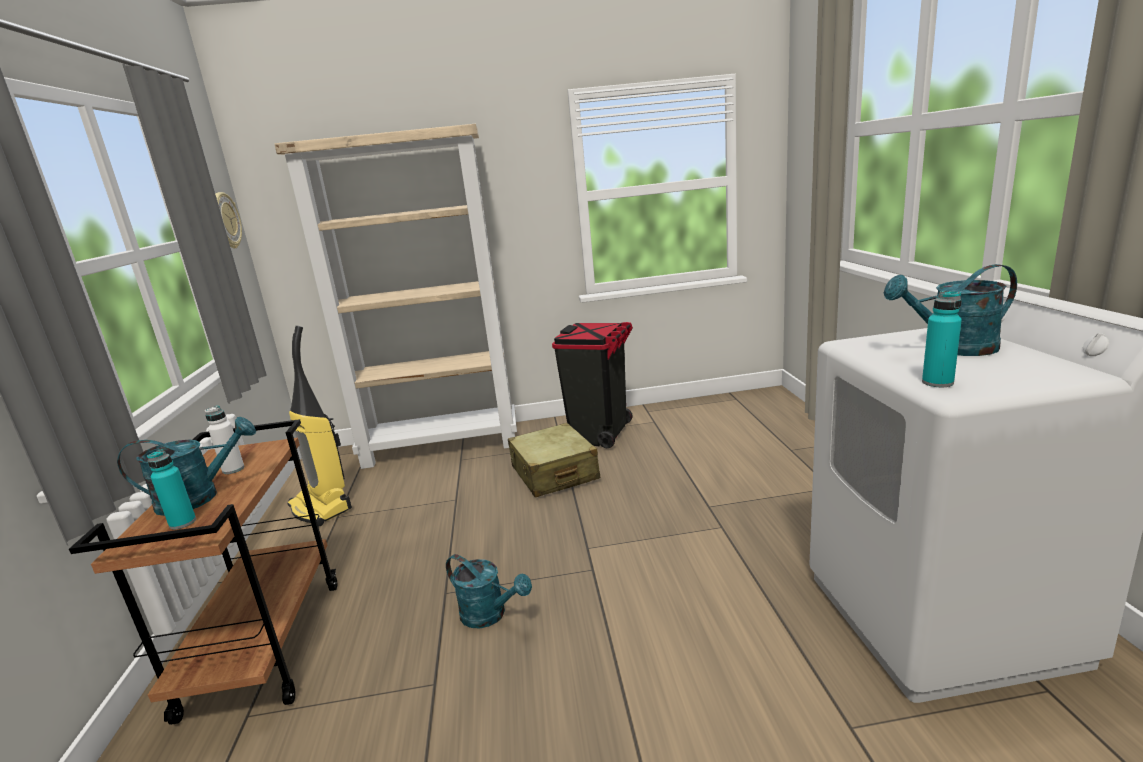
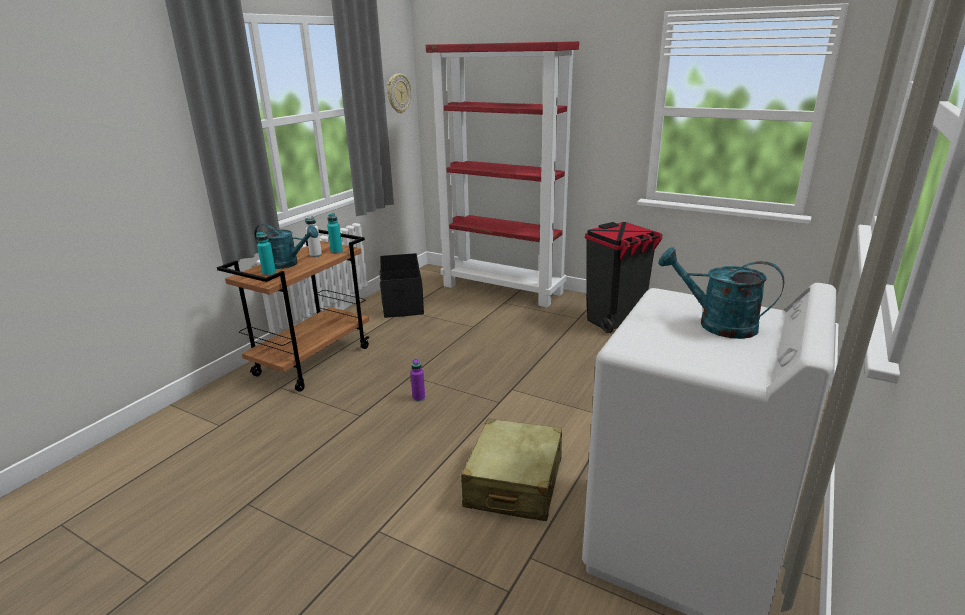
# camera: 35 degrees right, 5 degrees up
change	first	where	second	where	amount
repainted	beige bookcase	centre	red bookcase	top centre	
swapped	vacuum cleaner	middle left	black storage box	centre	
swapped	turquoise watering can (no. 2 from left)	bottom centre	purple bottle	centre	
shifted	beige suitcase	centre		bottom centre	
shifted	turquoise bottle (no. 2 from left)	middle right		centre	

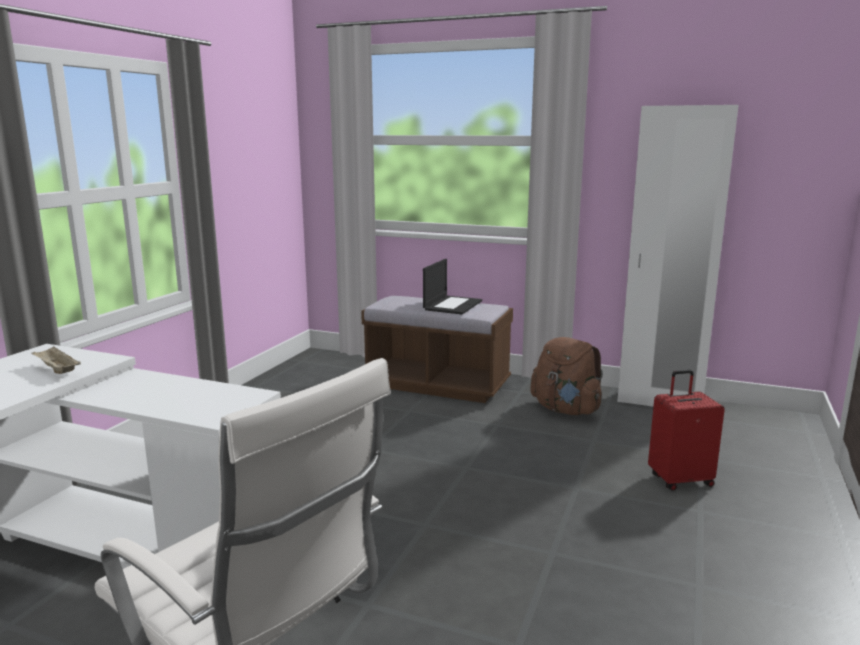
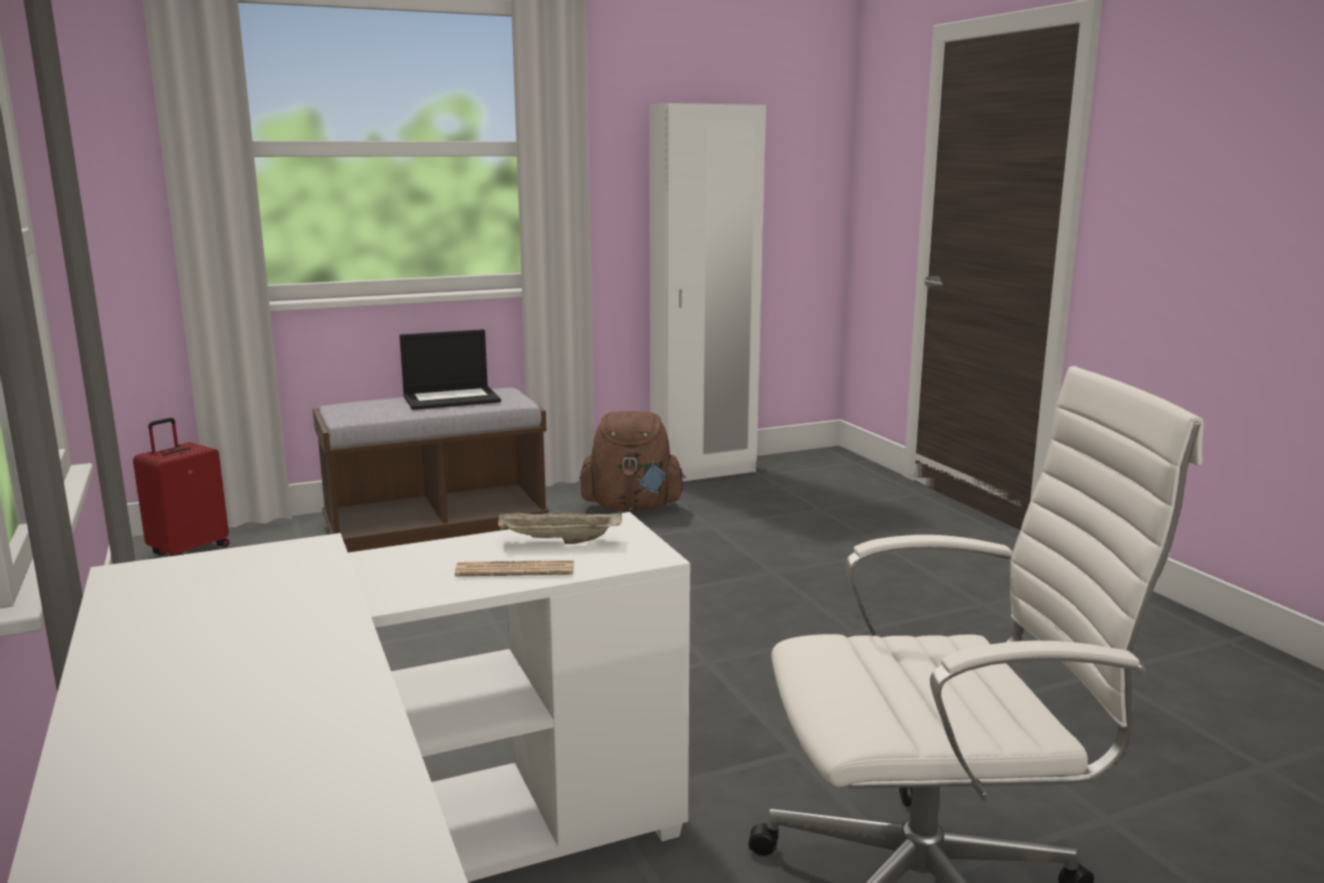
# camera: 45 degrees left, 0 degrees up
change	first	where	second	where	amount
shifted	beige tray	middle left		centre	
rotated	laptop	centre		centre	90 degrees clockwise
shifted	red suitcase	bottom right		middle left	
new			newspaper	centre	

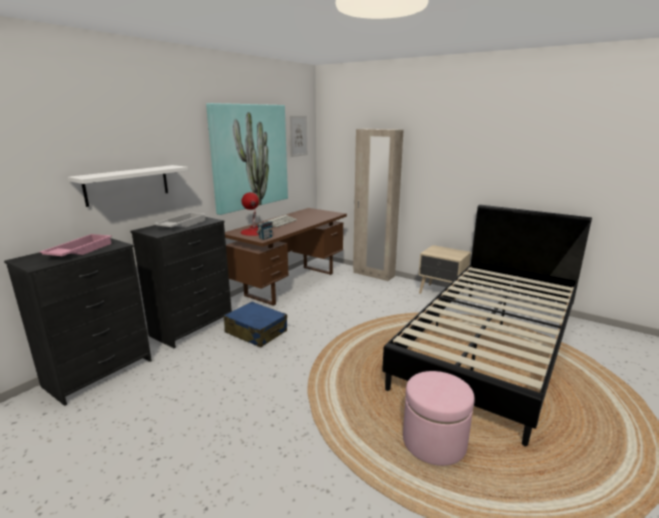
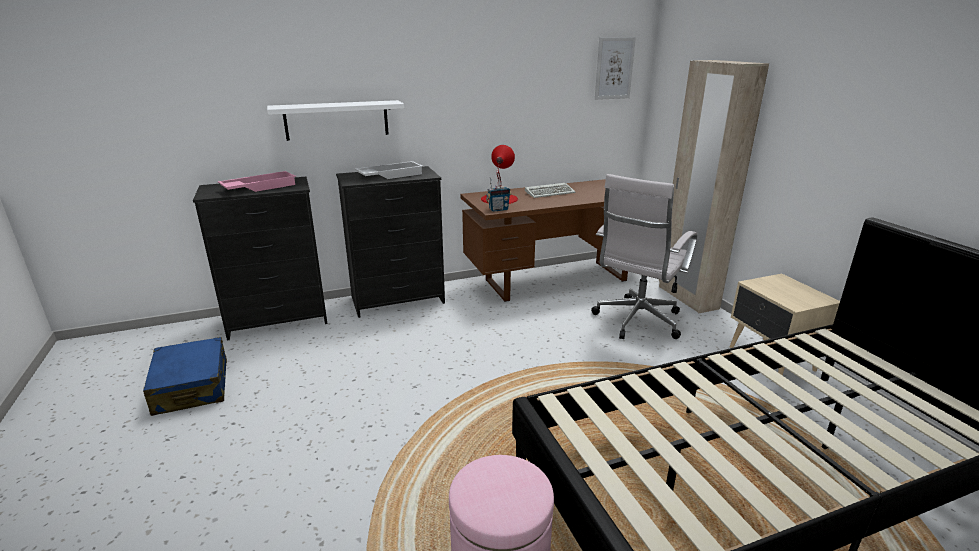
# camera: 35 degrees right, 5 degrees up
change	first	where	second	where	amount
gone	picture (no. 1 from left)	top centre			
shifted	blue suitcase	centre		bottom left	
new			white office chair	centre	

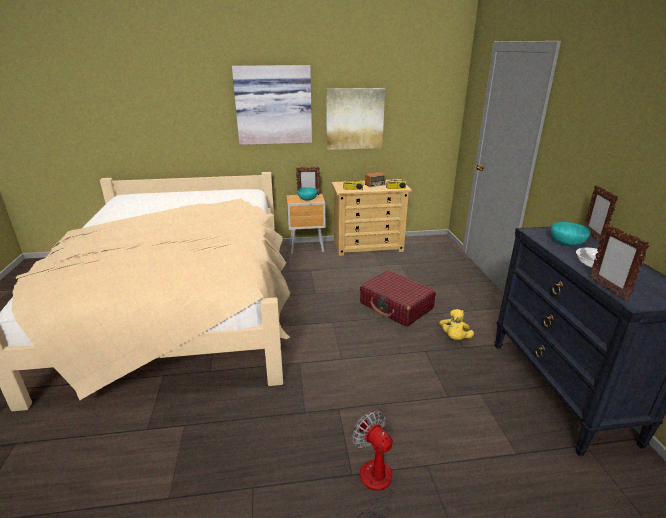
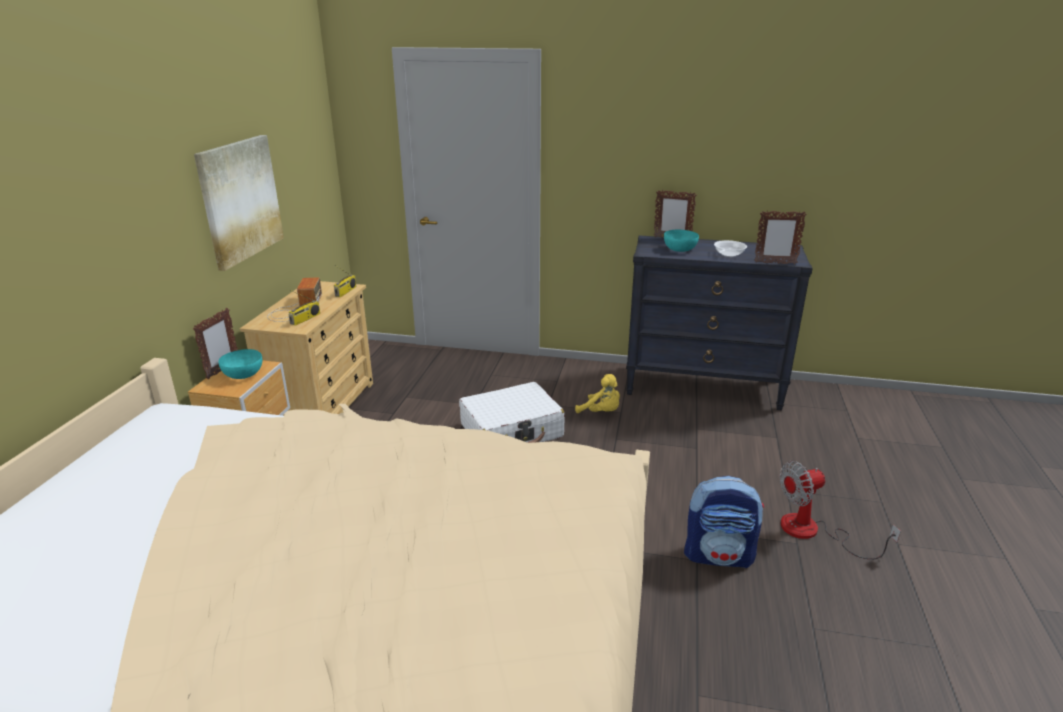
# camera: 70 degrees left, 0 degrees up
change	first	where	second	where	amount
gone	picture (no. 1 from left)	top centre			
repainted	red suitcase	centre	white suitcase	centre	
new			backpack	bottom right	

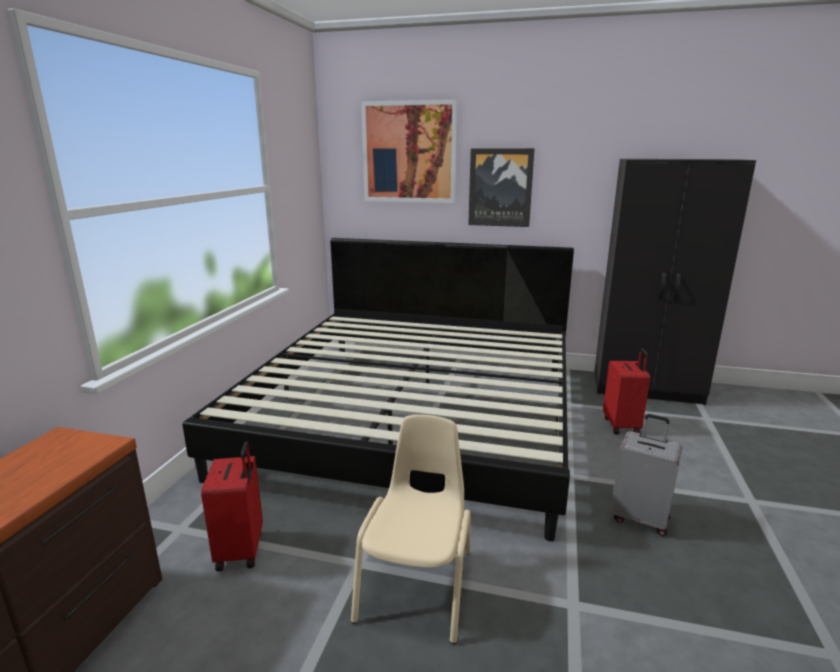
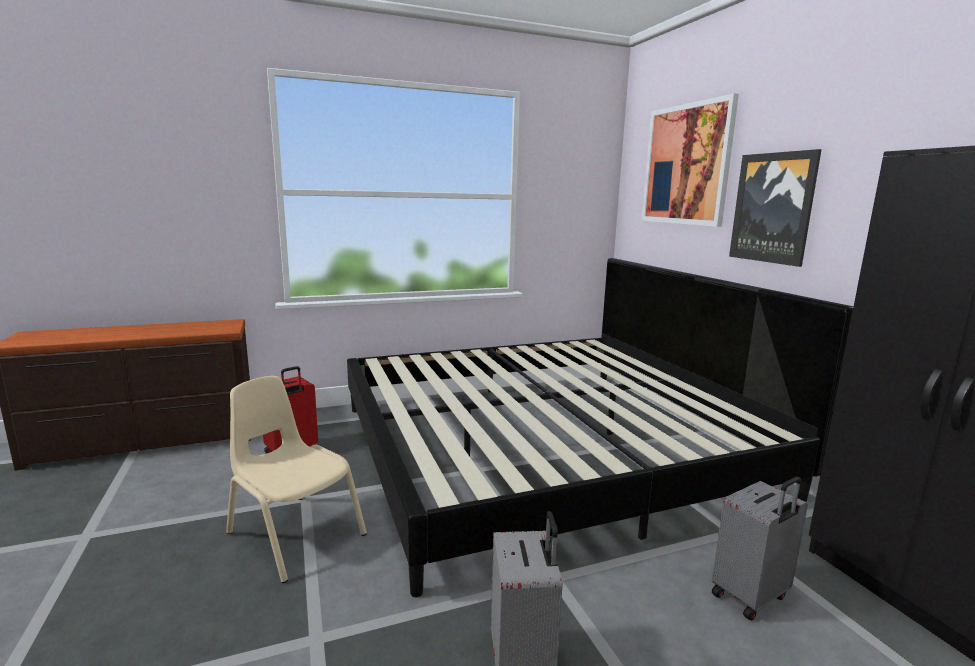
# camera: 55 degrees right, 5 degrees down
change	first	where	second	where	amount
rotated	beige chair	bottom centre		bottom left	120 degrees counterclockwise
repainted	red suitcase (no. 2 from left)	middle right	grey suitcase (no. 2 from left)	bottom right	

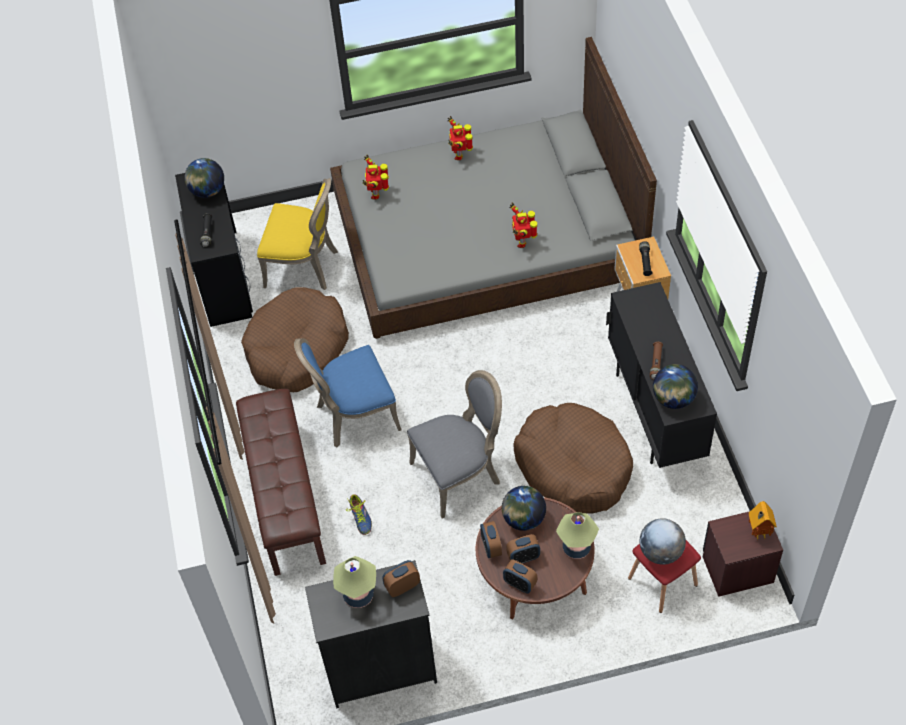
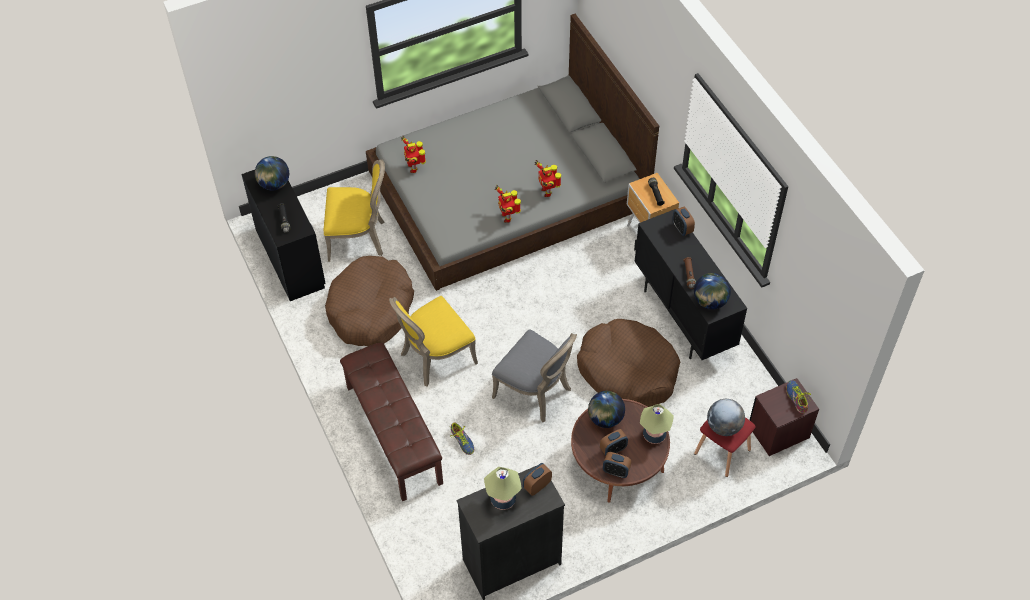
# camera: 15 degrees left, 0 degrees up
change	first	where	second	where	amount
repainted	blue chair	centre	yellow chair (no. 2 from left)	centre	
rotated	grey chair	centre		centre	75 degrees clockwise
shifted	toy robot (no. 2 from left)	top centre		centre	
shifted	alarm clock (no. 2 from left in the first image)	bottom centre	alarm clock (no. 4 from left)	centre	
swapped	toy house	bottom right	shoe (no. 2 from left)	middle right	

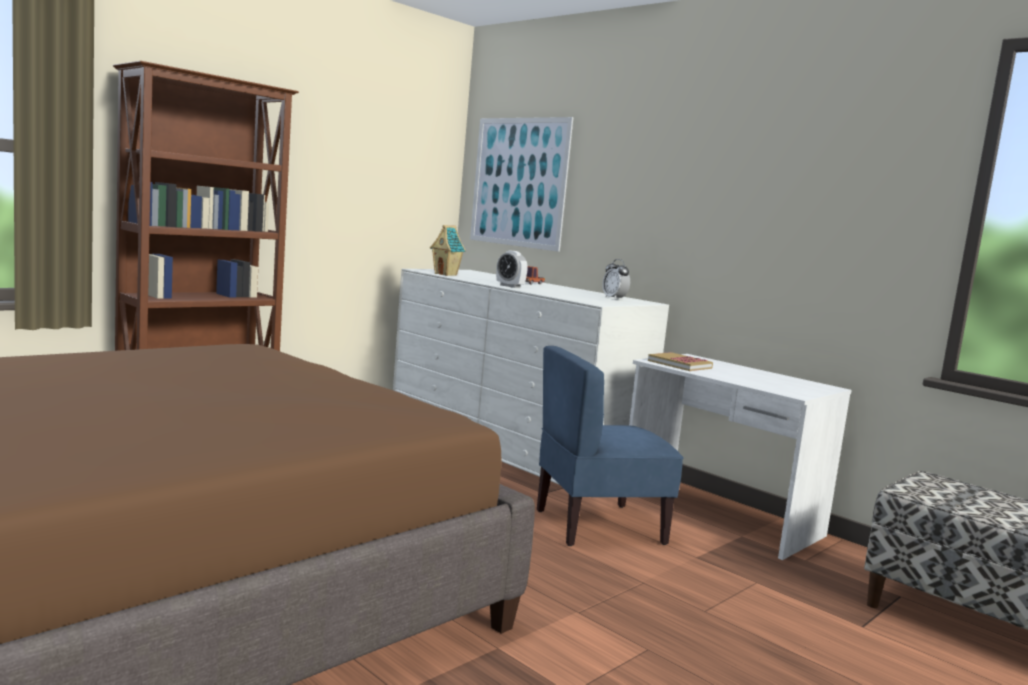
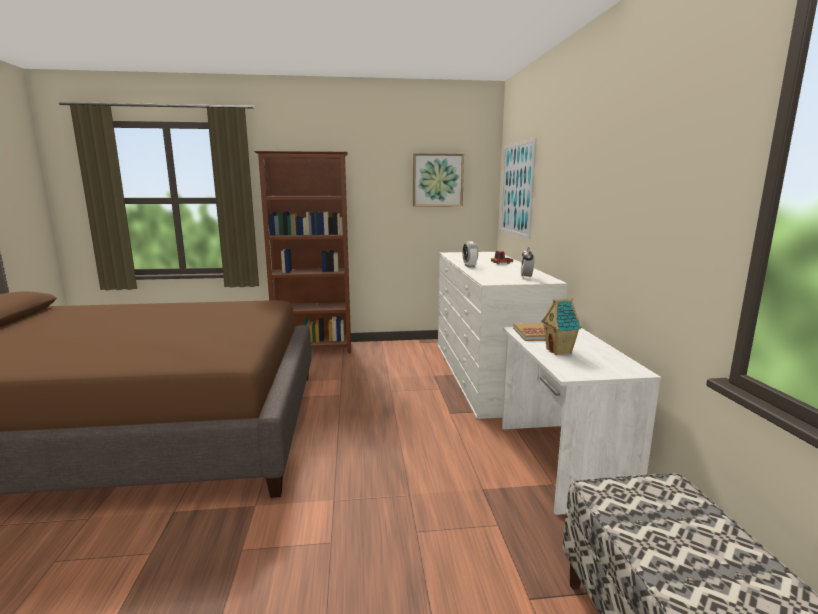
# camera: 40 degrees right, 5 degrees up
change	first	where	second	where	amount
shifted	toy house	centre		middle right	
gone	blue chair	centre			
new			picture (no. 1 from left)	top centre	

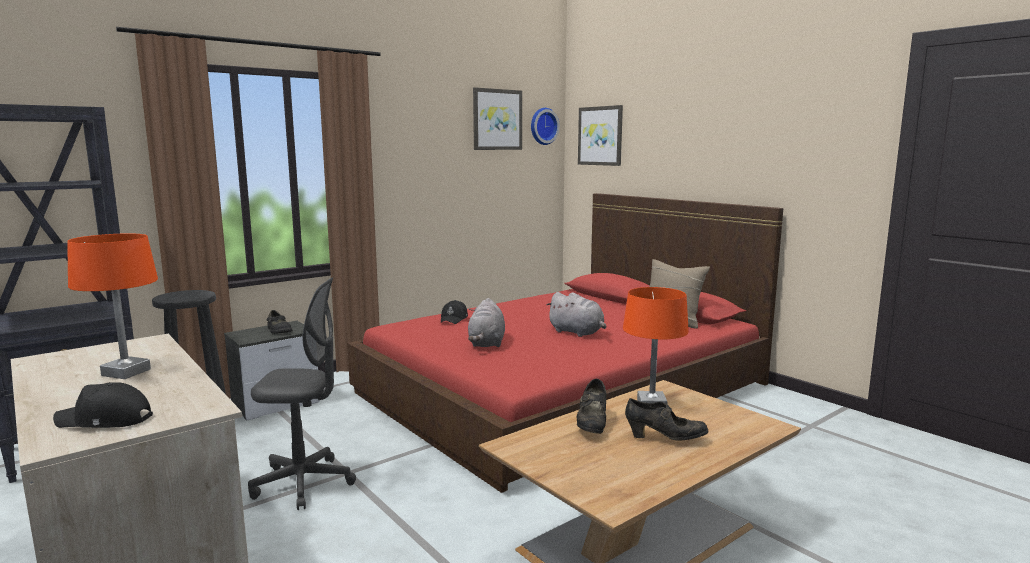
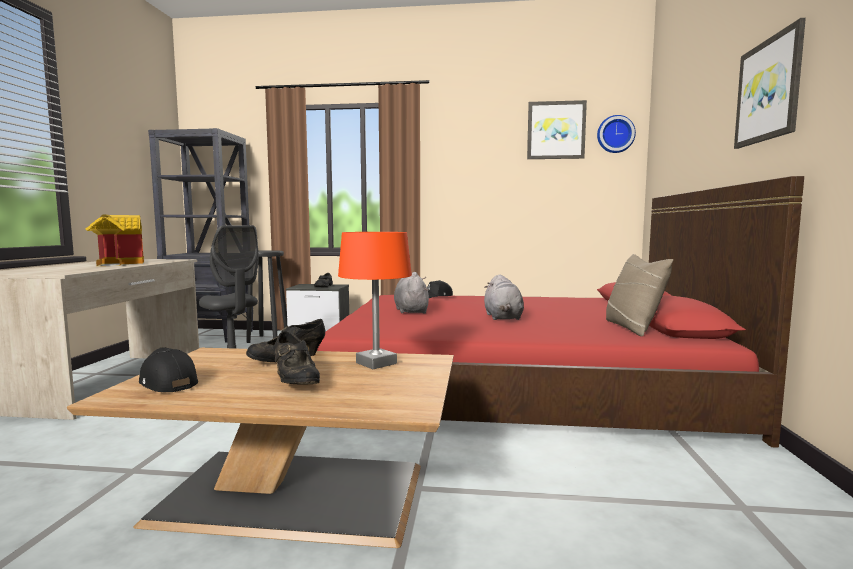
# camera: 45 degrees right, 5 degrees down
change	first	where	second	where	amount
shifted	black cap (no. 1 from left)	bottom left		middle left	
swapped	orange table lamp (no. 1 from left)	middle left	toy house	middle left	
rotated	grey plush toy (no. 1 from left)	centre		centre	120 degrees clockwise
shifted	picture (no. 2 from left)	top centre		top right	

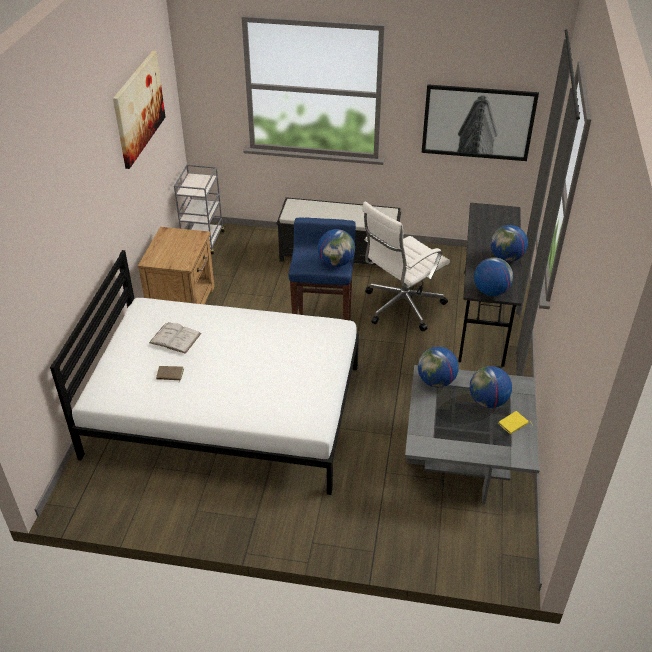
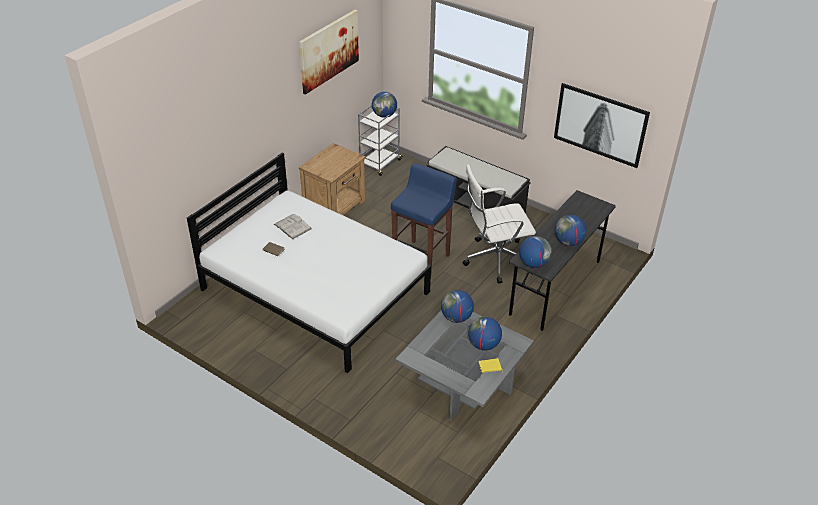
# camera: 25 degrees right, 0 degrees up
change	first	where	second	where	amount
shifted	globe (no. 1 from left)	centre		top centre	

